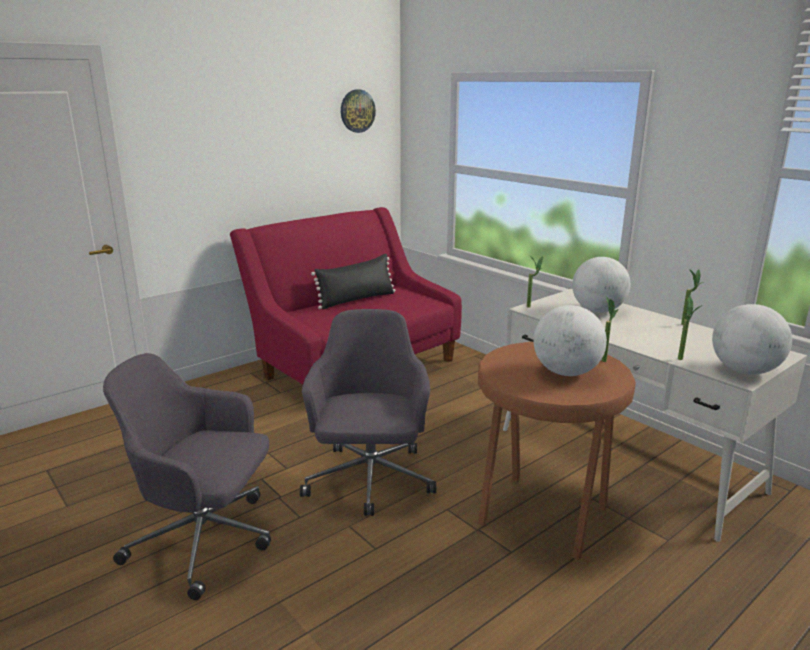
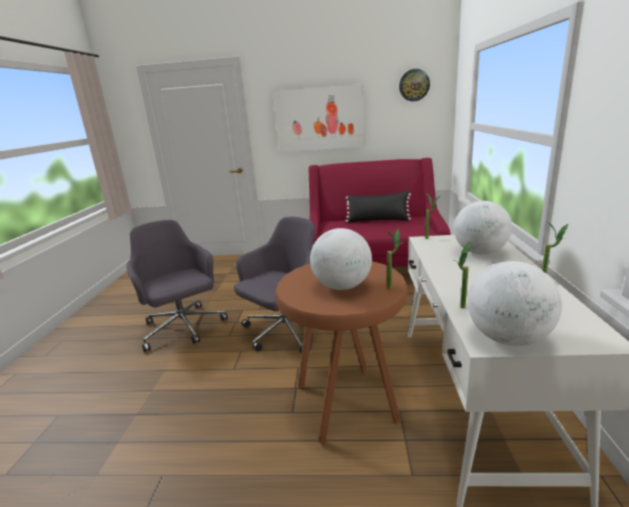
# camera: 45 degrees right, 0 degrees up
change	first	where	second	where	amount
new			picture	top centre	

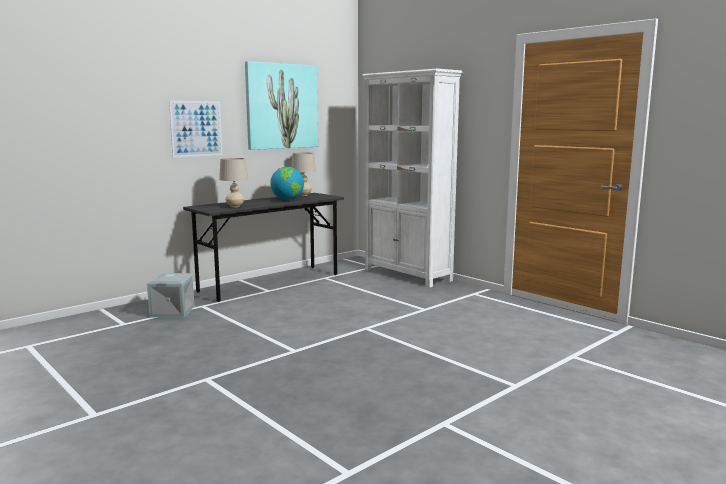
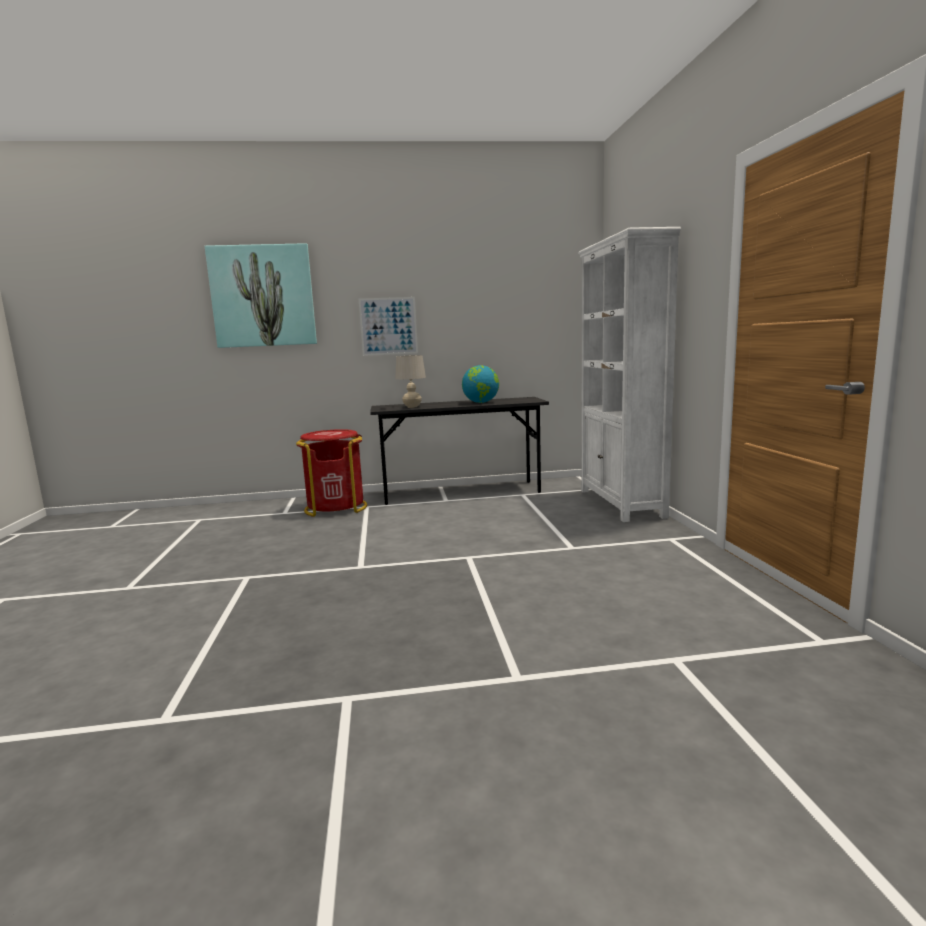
# camera: 35 degrees right, 0 degrees up
change	first	where	second	where	amount
swapped	grey storage box	middle left	red trash can	centre	
shifted	picture (no. 2 from left in the first image)	top centre	picture (no. 1 from left)	top left	
gone	beige table lamp (no. 2 from left)	centre			

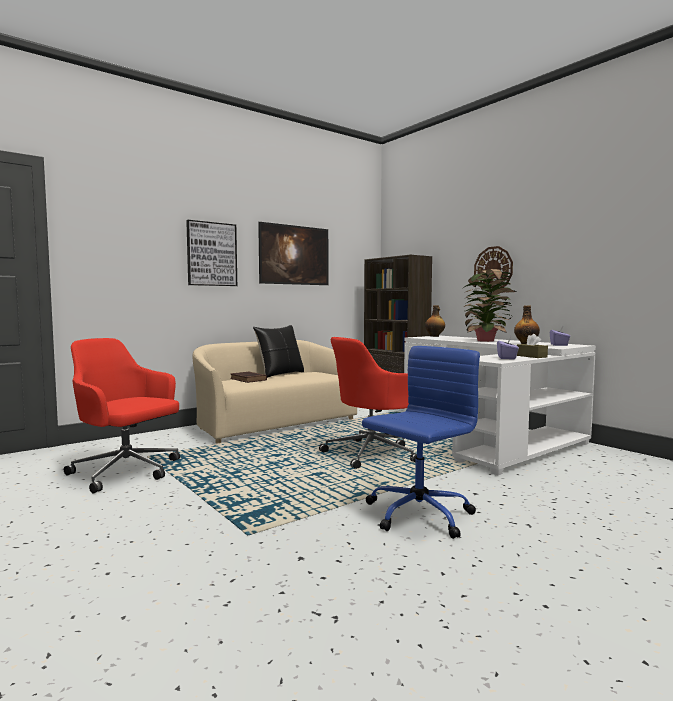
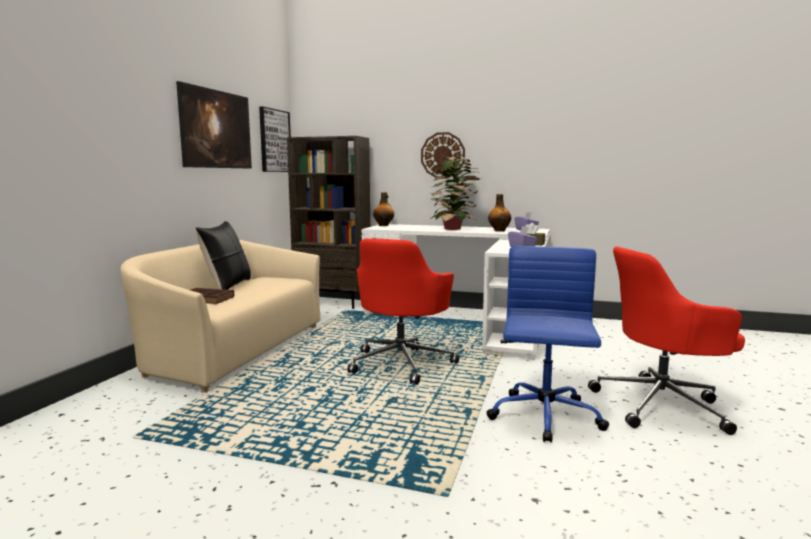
# camera: 35 degrees left, 5 degrees up
change	first	where	second	where	amount
shifted	red office chair (no. 1 from left in the first image)	middle left	red office chair (no. 2 from left)	middle right	
shifted	picture (no. 1 from left in the first image)	middle left	picture (no. 2 from left)	top centre	

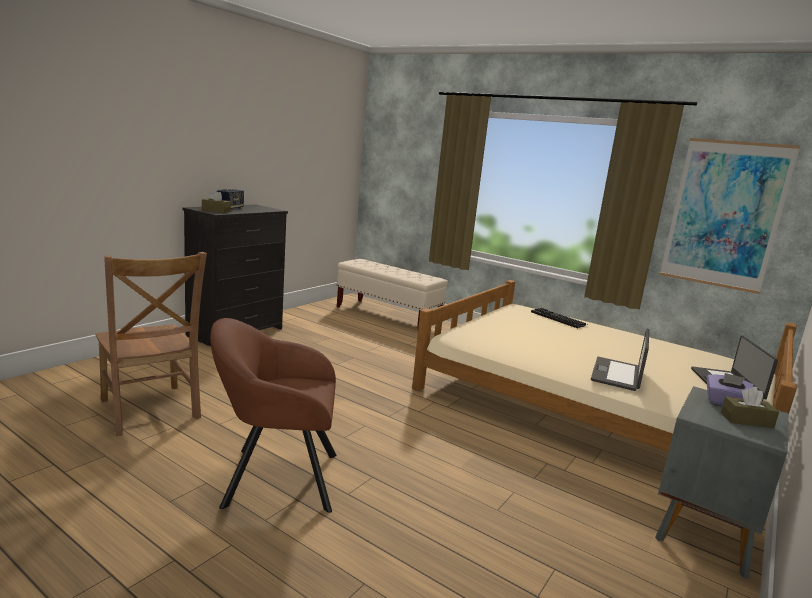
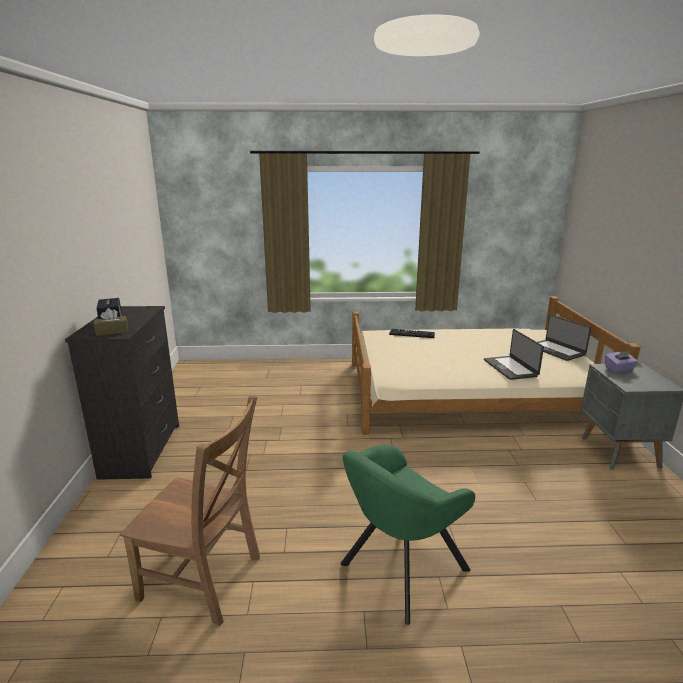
# camera: 35 degrees left, 5 degrees up
change	first	where	second	where	amount
repainted	brown armchair	bottom centre	green armchair	bottom centre	
gone	beige bench	centre			
gone	picture	middle right			
gone	brown tissue box (no. 2 from left)	bottom right			

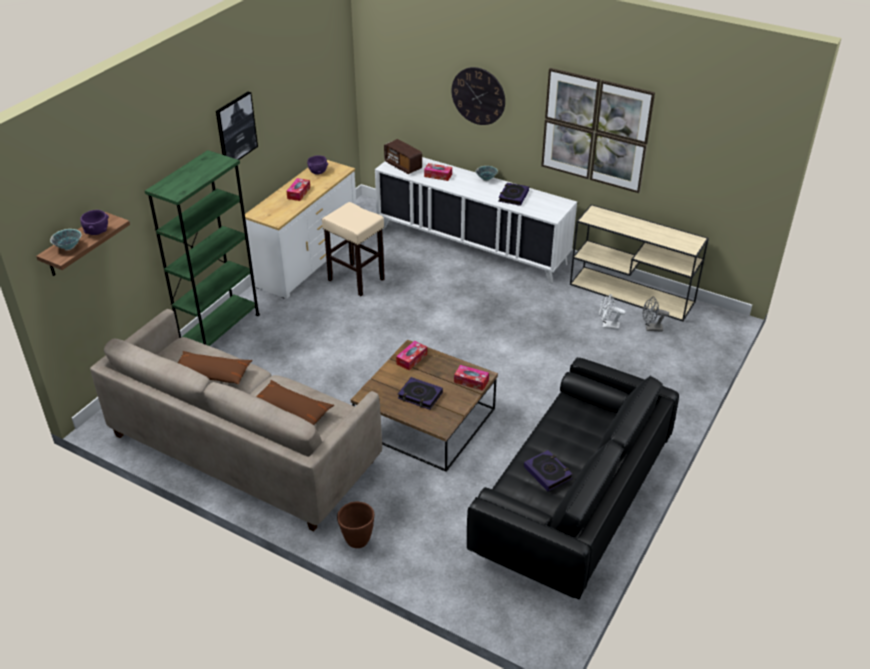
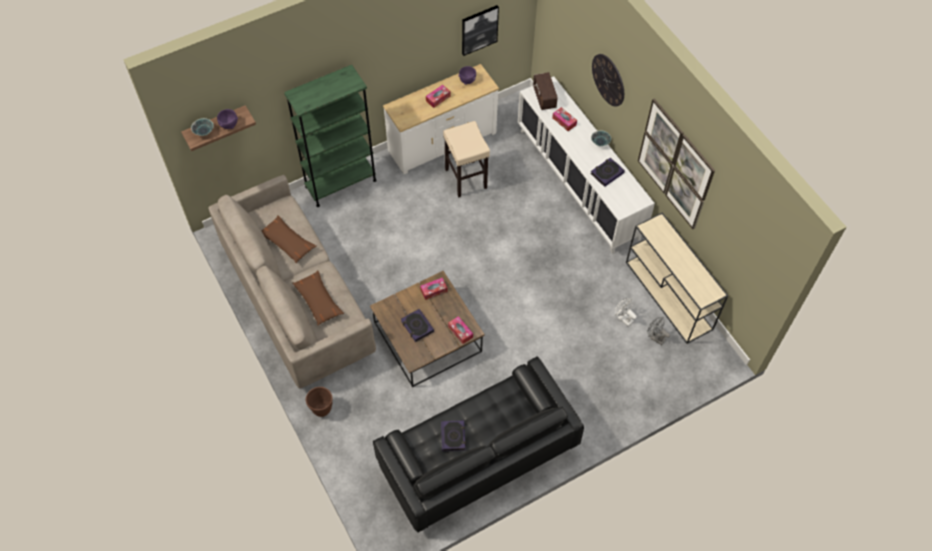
# camera: 30 degrees right, 20 degrees up
change	first	where	second	where	amount
shifted	picture (no. 1 from left)	top left		top centre	

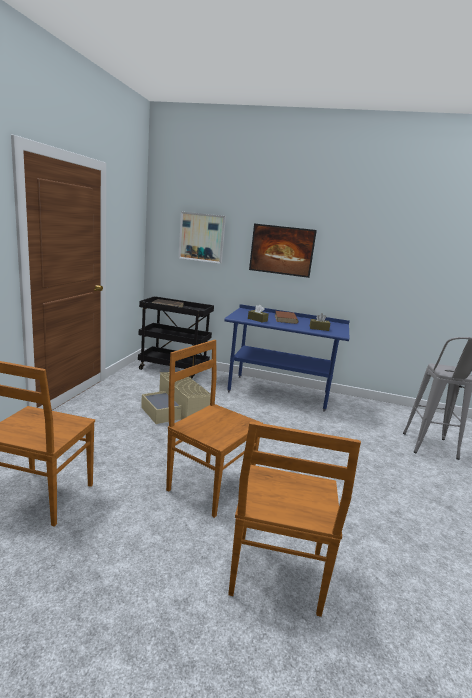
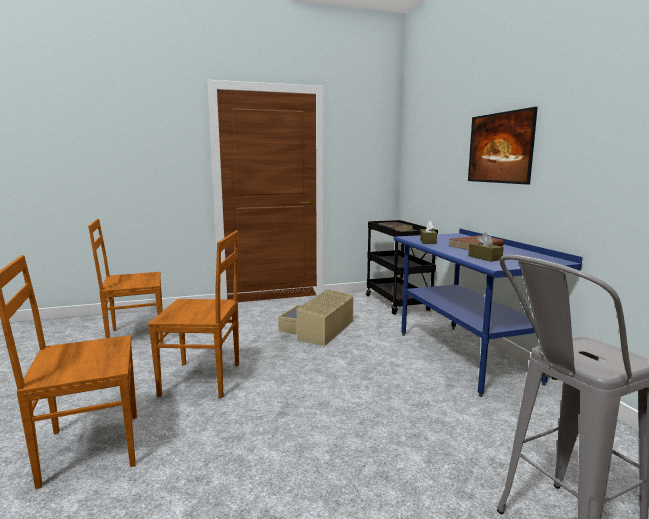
# camera: 60 degrees right, 5 degrees down
change	first	where	second	where	amount
rotated	brown chair (no. 2 from left in the first image)	centre	brown chair (no. 3 from left)	middle left	90 degrees clockwise
gone	picture (no. 1 from left)	centre			

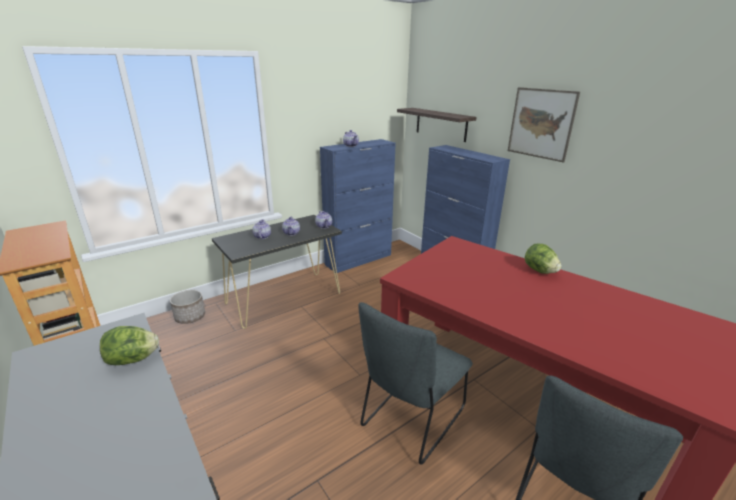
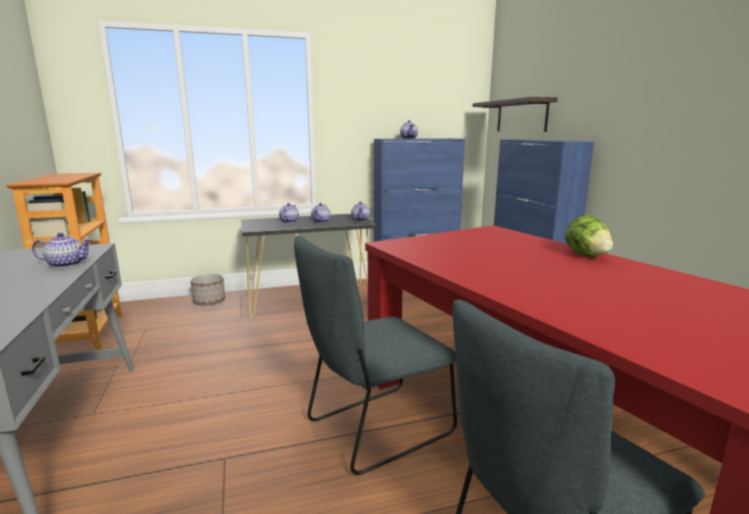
# camera: 20 degrees right, 10 degrees down
change	first	where	second	where	amount
swapped	lettuce (no. 1 from left)	bottom left	teapot (no. 1 from left)	middle left	
gone	picture	top right			

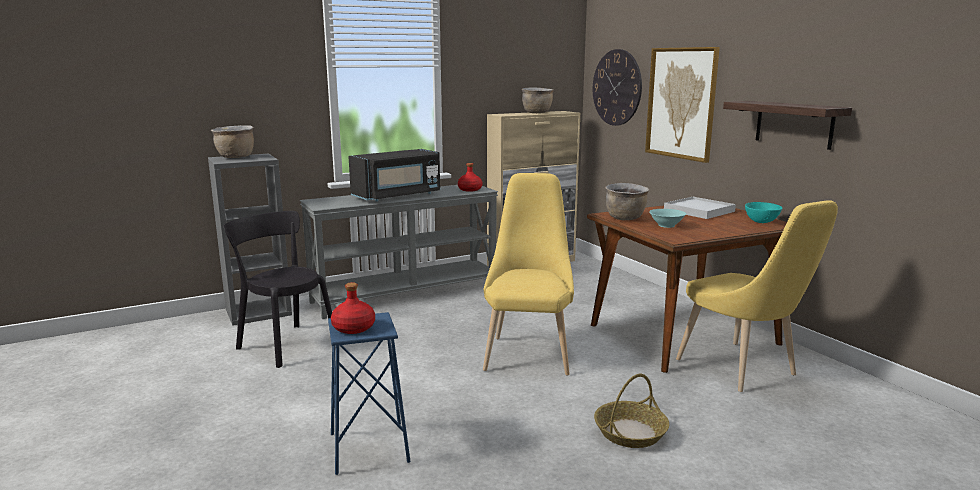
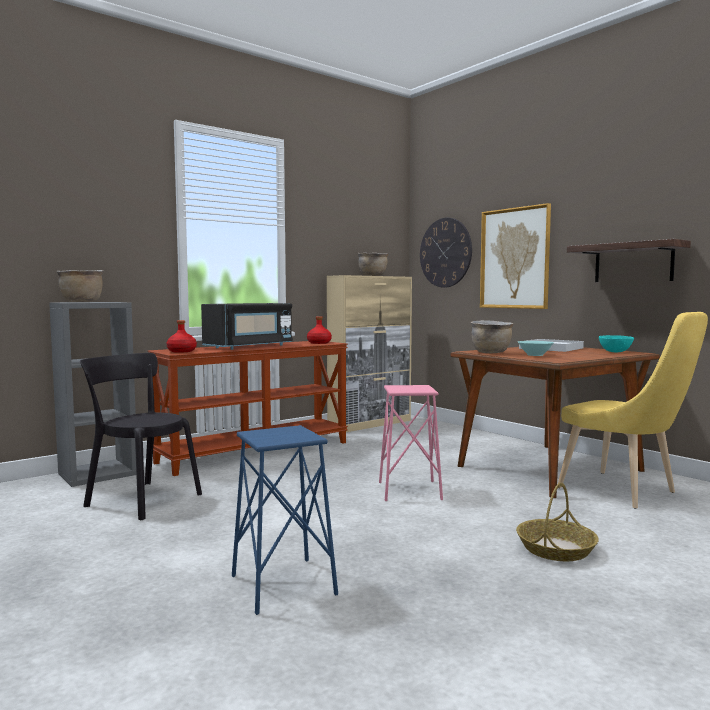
# camera: 10 degrees left, 10 degrees down
change	first	where	second	where	amount
repainted	grey console table	centre	brown console table	centre	
shifted	red bottle (no. 1 from left)	centre		middle left	
swapped	yellow chair (no. 1 from left)	centre	pink stool	centre	

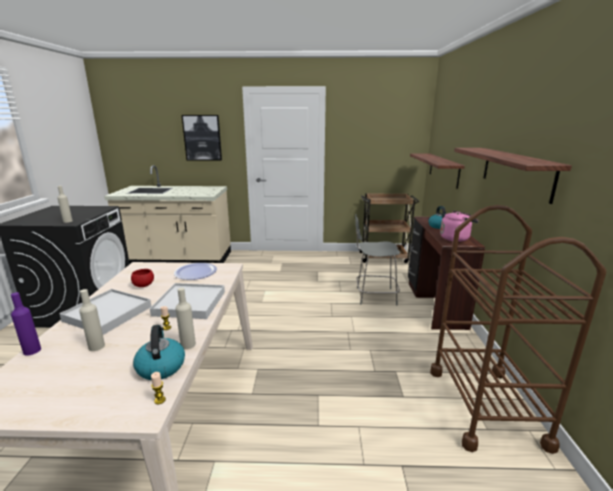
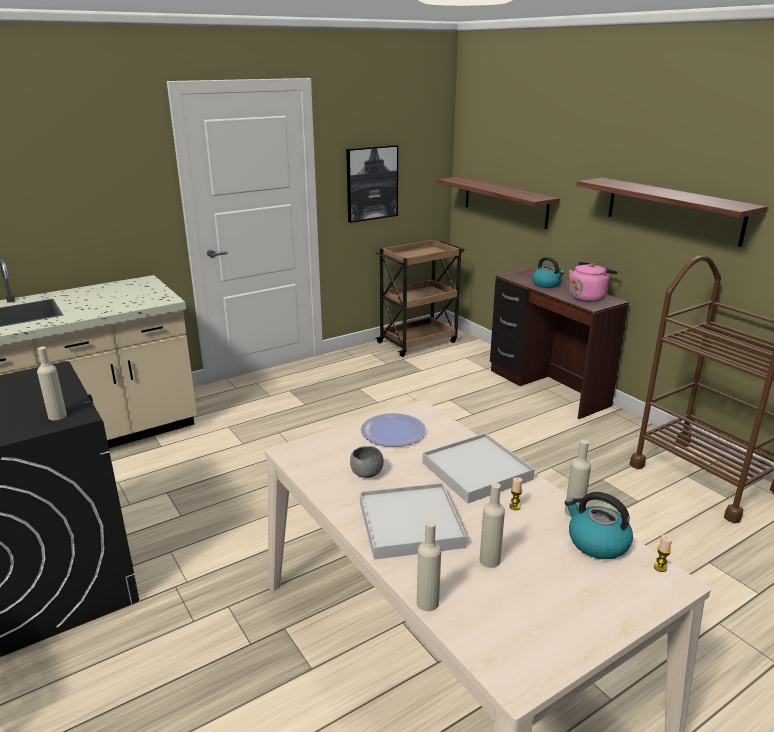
# camera: 35 degrees left, 5 degrees up
change	first	where	second	where	amount
repainted	purple bottle	middle left	beige bottle (no. 2 from left)	bottom centre	
repainted	red bowl	middle left	grey bowl	centre	
shifted	picture	top left		top centre	
gone	grey chair	centre			

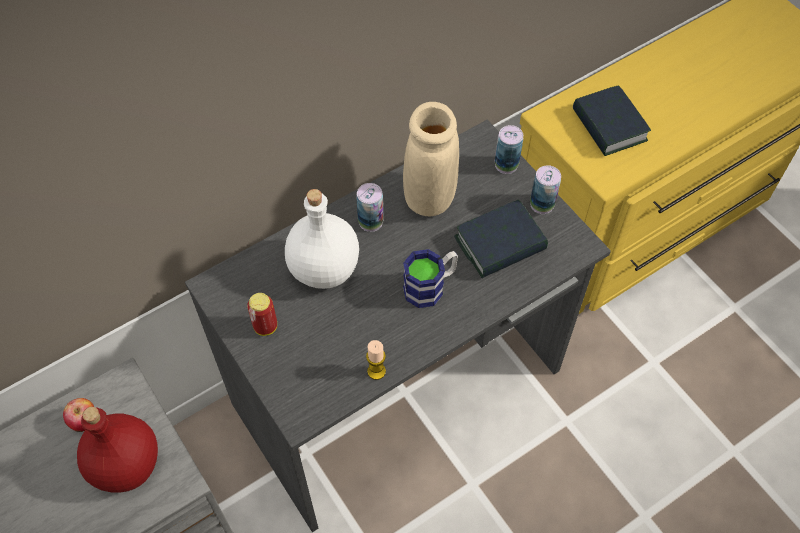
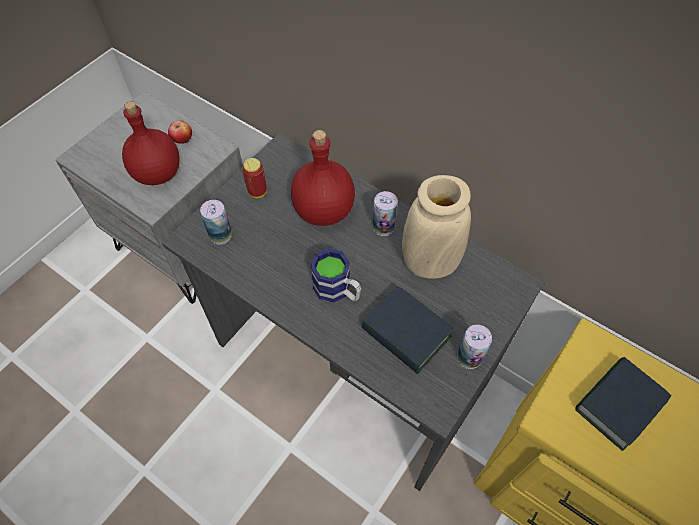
# camera: 70 degrees right, 0 degrees up
change	first	where	second	where	amount
repainted	white bottle	centre	red bottle (no. 2 from left)	centre	
gone	candle	bottom centre			
shifted	can (no. 3 from left in the first image)	top centre	can (no. 1 from left)	middle left	

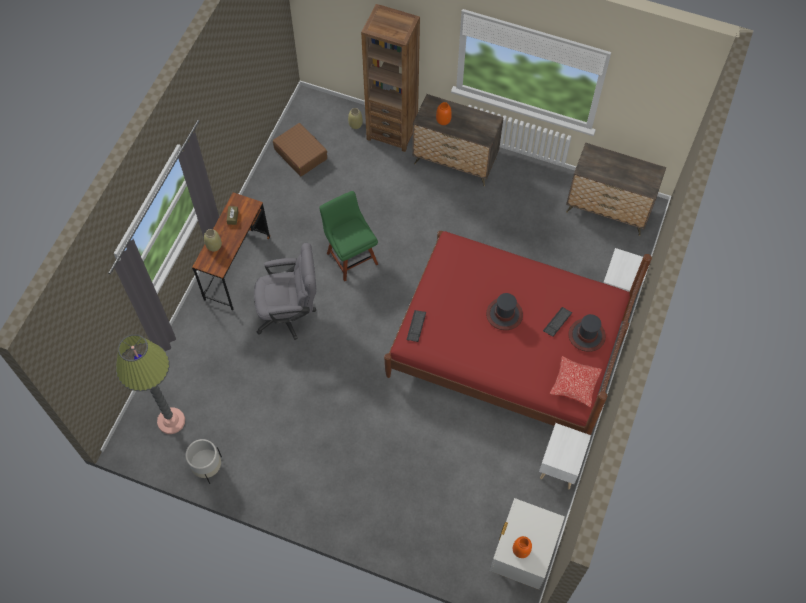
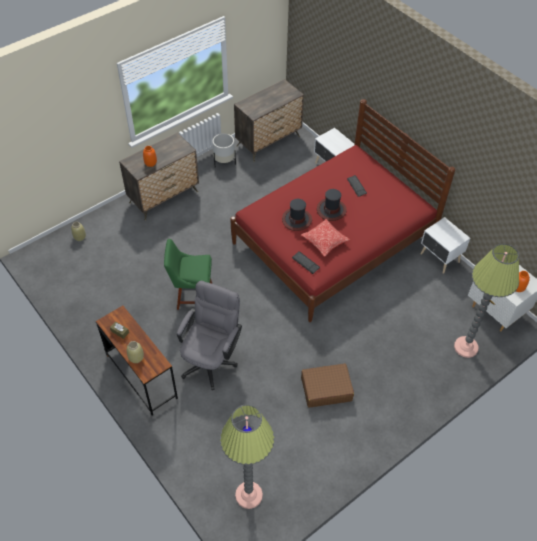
# camera: 60 degrees left, 10 degrees down
change	first	where	second	where	amount
shifted	white planter	bottom left		top centre	
shifted	brown suitcase	top centre		bottom centre	
gone	brown bookcase	top centre			
shifted	pillow	middle right		centre	
shifted	hat (no. 2 from left in the first image)	middle right	hat (no. 1 from left)	centre	
new			floor lamp (no. 2 from left)	middle right	

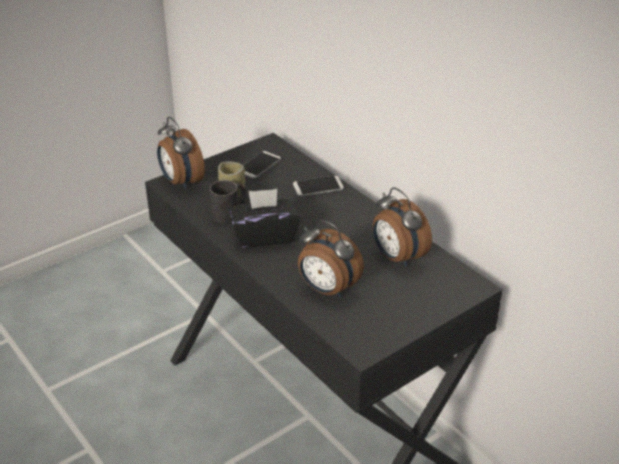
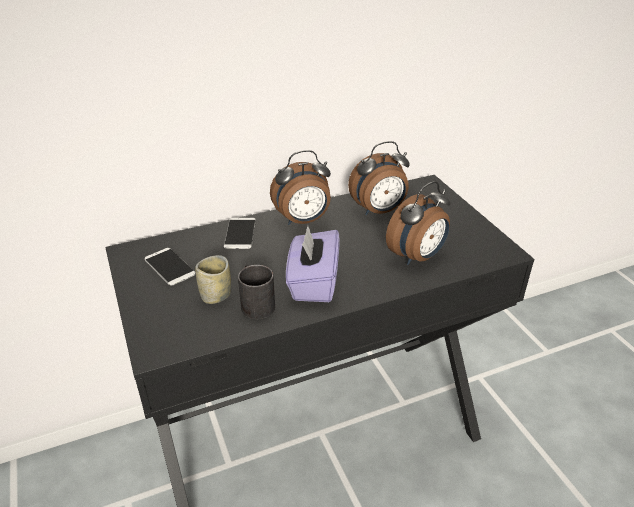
# camera: 75 degrees left, 0 degrees up
change	first	where	second	where	amount
shifted	alarm clock (no. 1 from left)	top left		centre	
repainted	black tissue box	centre	purple tissue box	centre	

